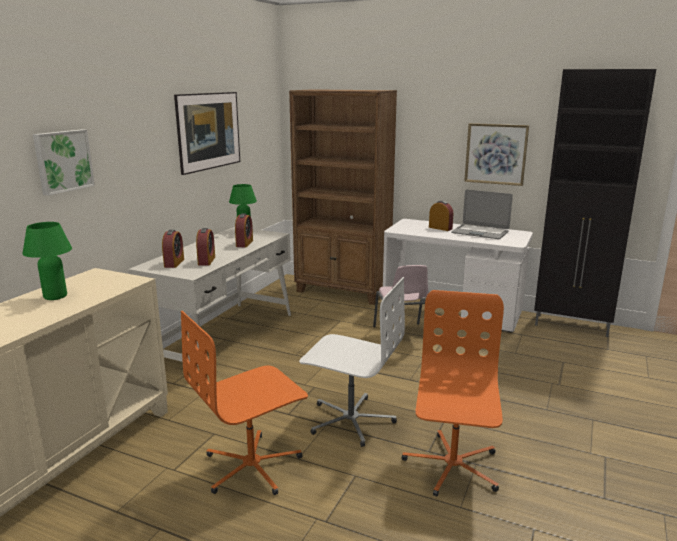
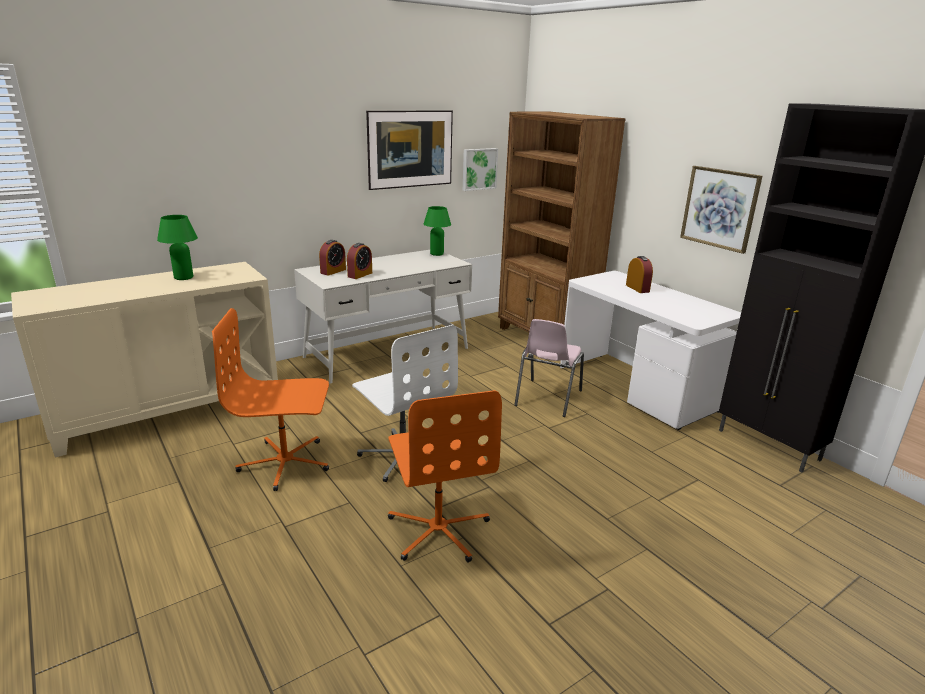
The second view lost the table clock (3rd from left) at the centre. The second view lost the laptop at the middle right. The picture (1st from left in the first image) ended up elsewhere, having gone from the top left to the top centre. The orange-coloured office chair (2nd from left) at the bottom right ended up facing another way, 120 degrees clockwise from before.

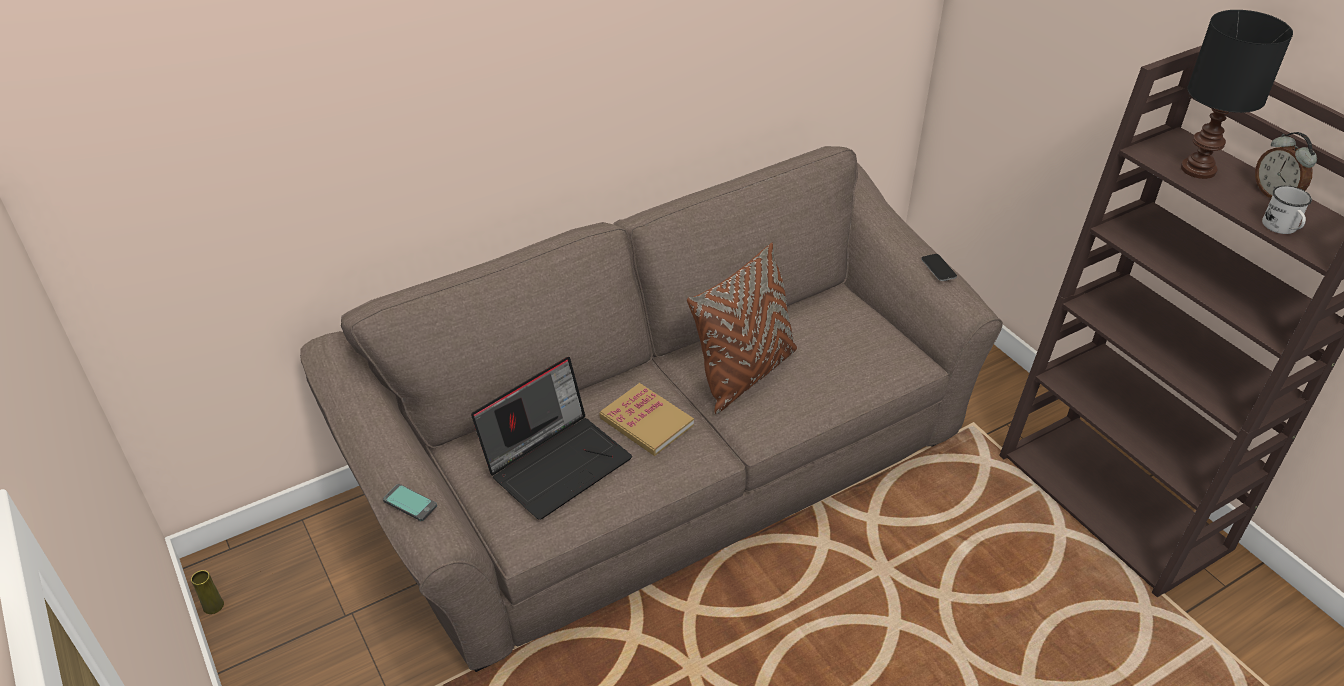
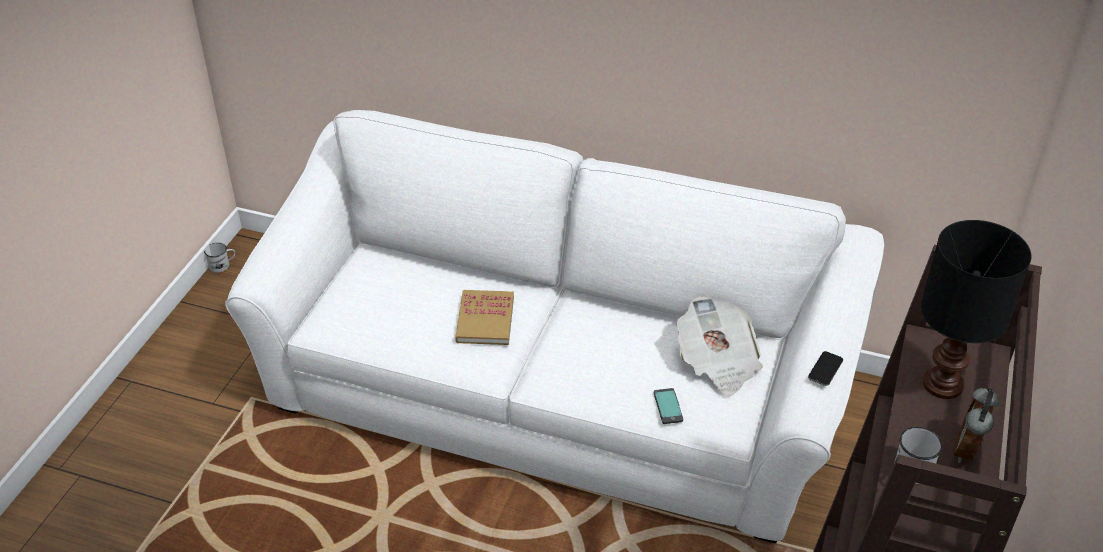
The second view lost the laptop at the centre. The second view lost the brown-coloured throw pillow at the centre. The second view gained the newspaper at the centre. The phone (1st from left) ended up elsewhere, having gone from the bottom left to the bottom centre. Where the yellow vase stood at the bottom left, the whitish coffee mug (1st from left) came to stand at the middle left. What was the brown-coloured sofa at the centre turned into the whitish sofa at the centre.

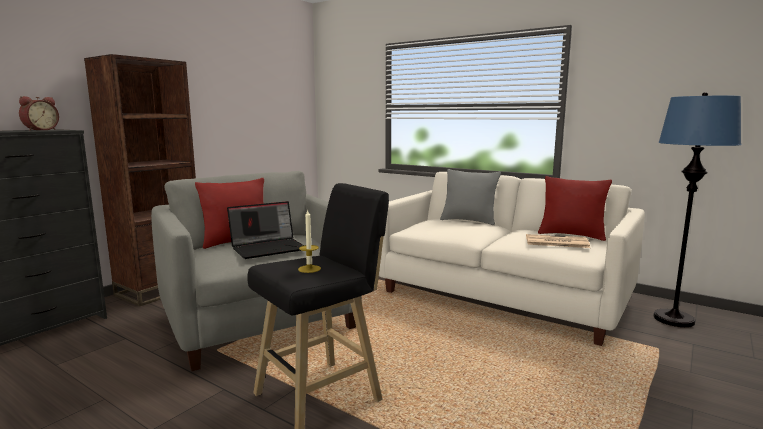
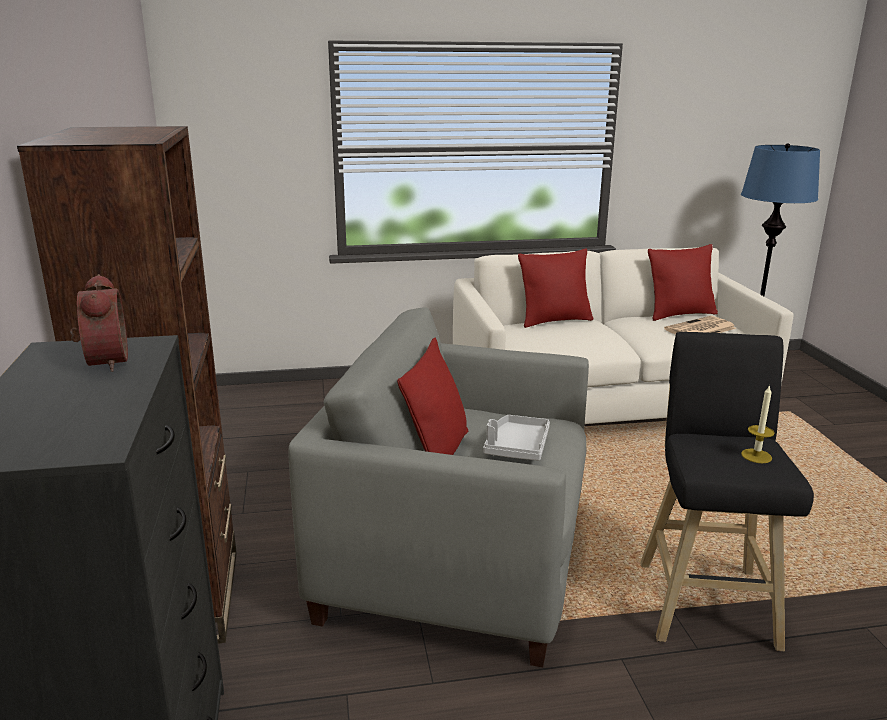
Where the laptop stood at the centre, the greyish tray came to stand at the centre. What was the greyish throw pillow at the centre turned into the reddish throw pillow (2nd from left) at the centre.

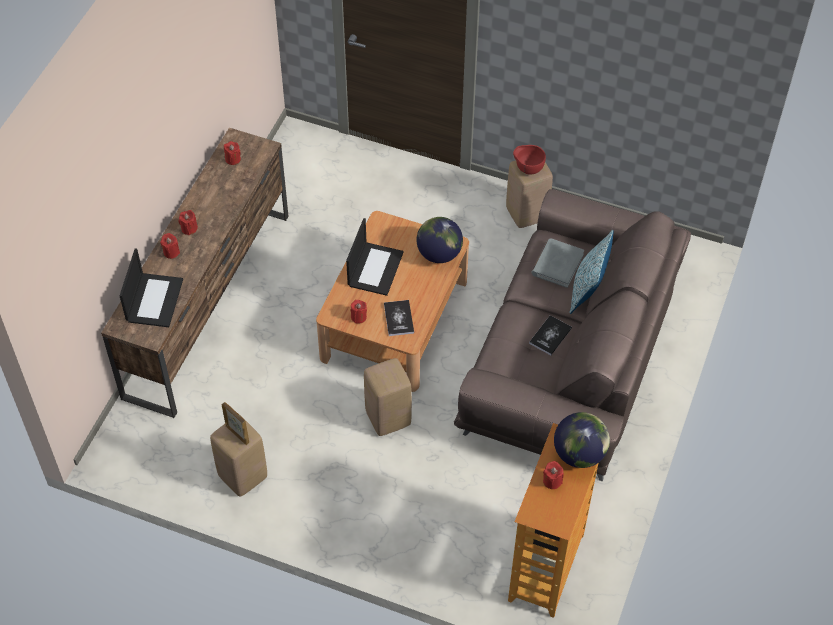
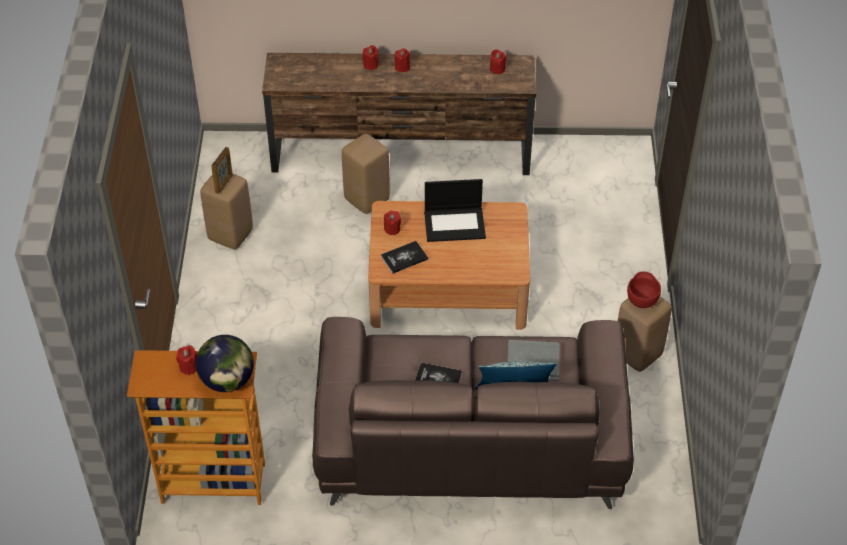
The second view lost the laptop (1st from left) at the middle left. The second view lost the globe (1st from left) at the centre. The sand-coloured sitting stool (2nd from left) ended up elsewhere, having gone from the centre to the top centre.

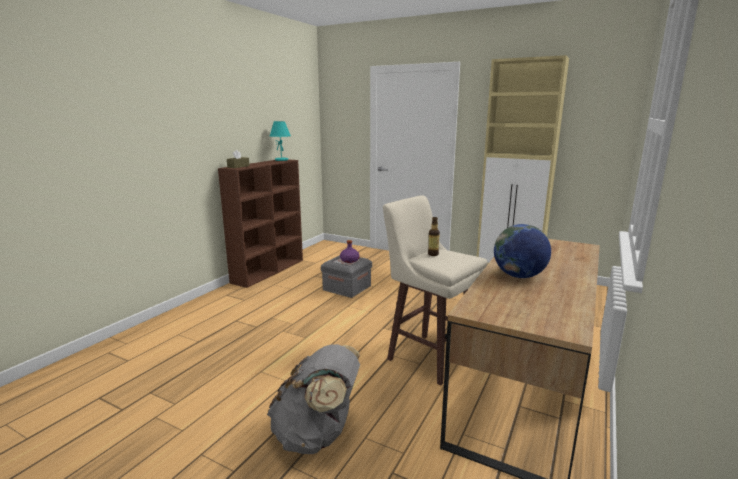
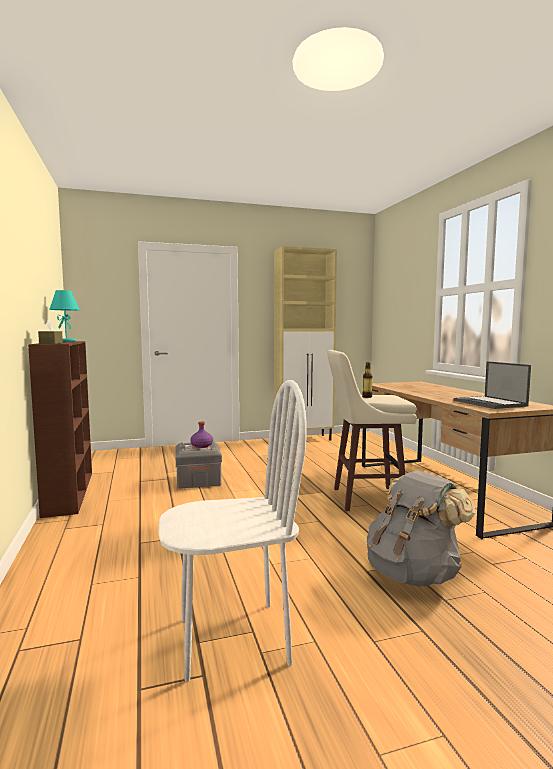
The second view lost the globe at the middle right. The second view gained the whitish upright chair at the bottom centre. The second view gained the laptop at the middle right.

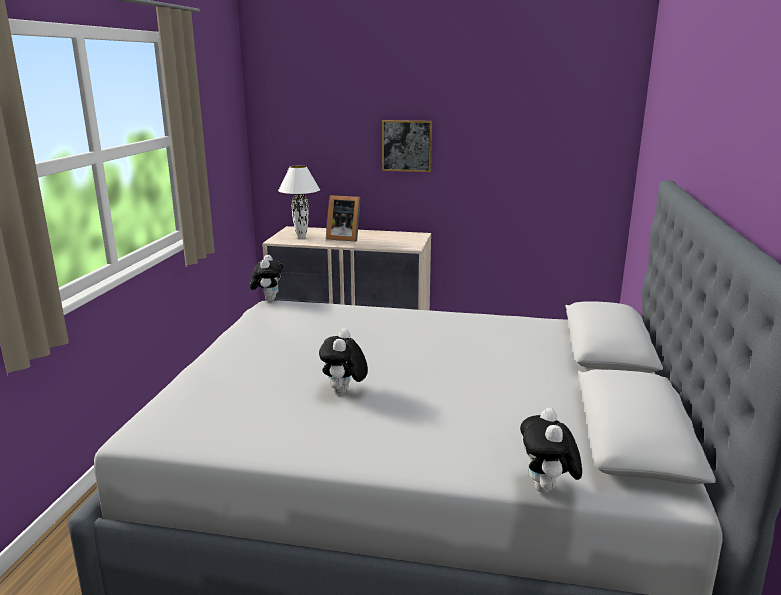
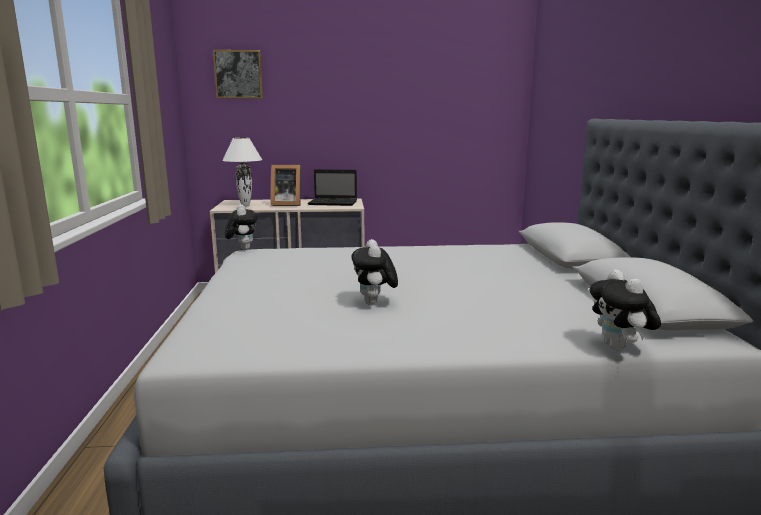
The second view gained the laptop at the centre. The picture ended up elsewhere, having gone from the top centre to the top left.

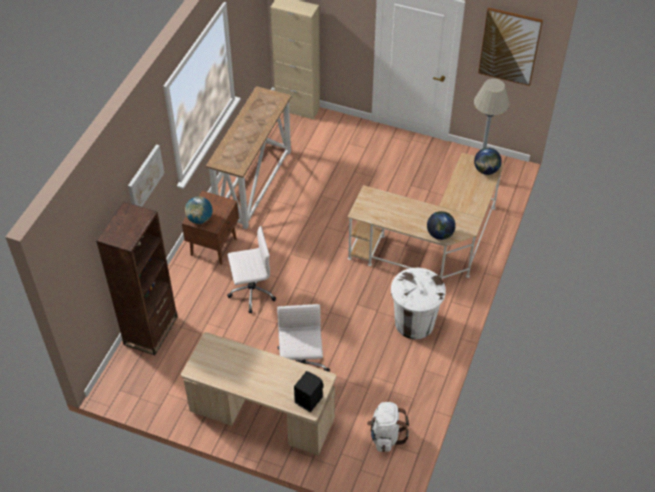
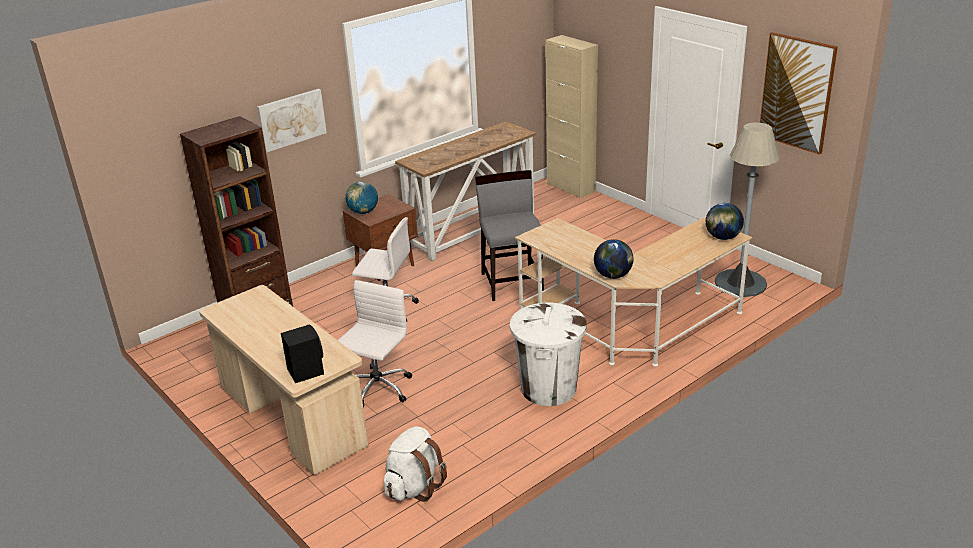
The second view gained the greyish upright chair at the centre.

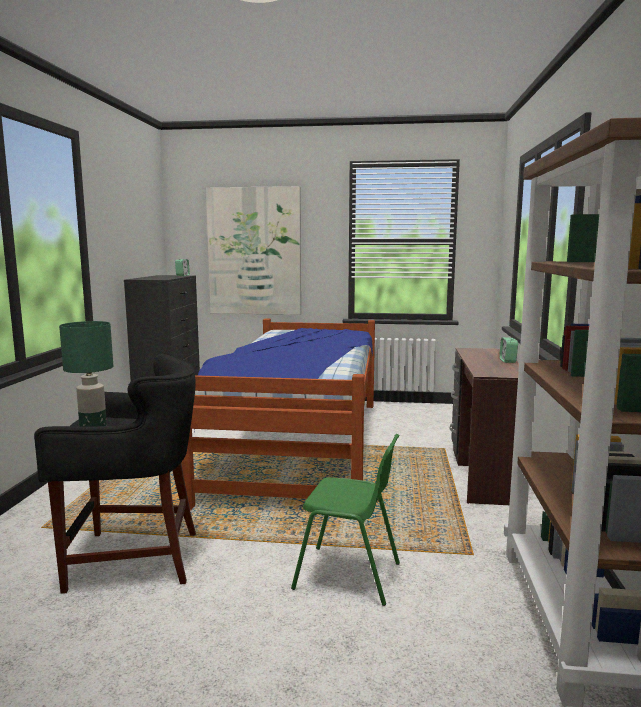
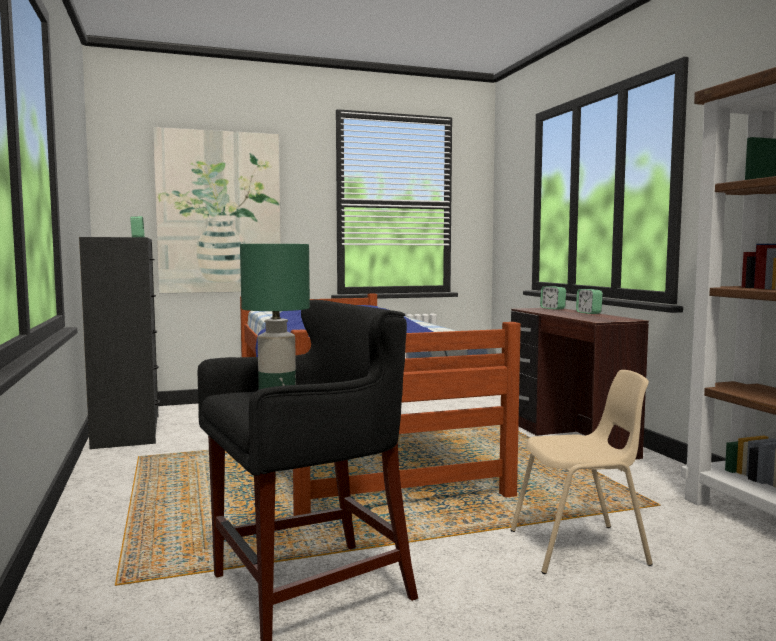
The second view gained the table clock (2nd from left) at the middle right. What was the green-coloured upright chair at the bottom centre turned into the sand-coloured upright chair at the bottom right.

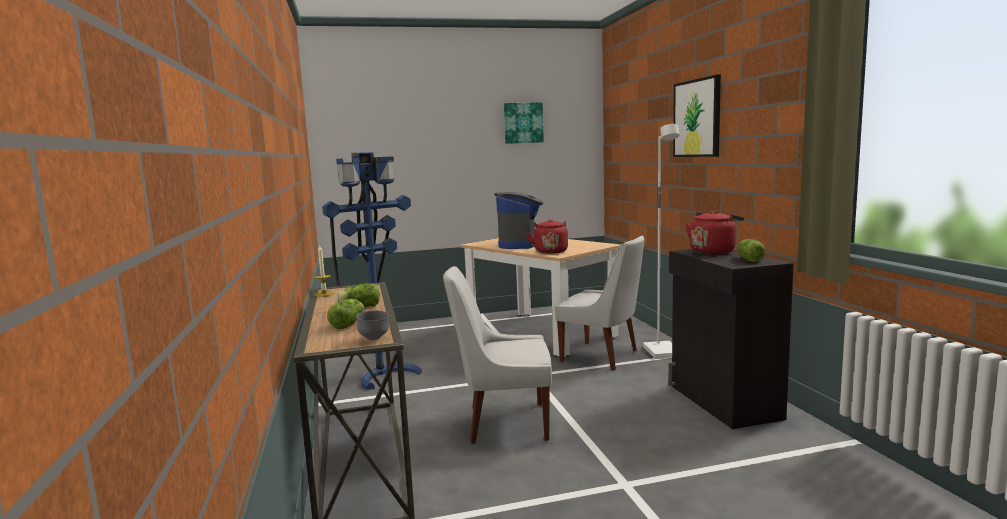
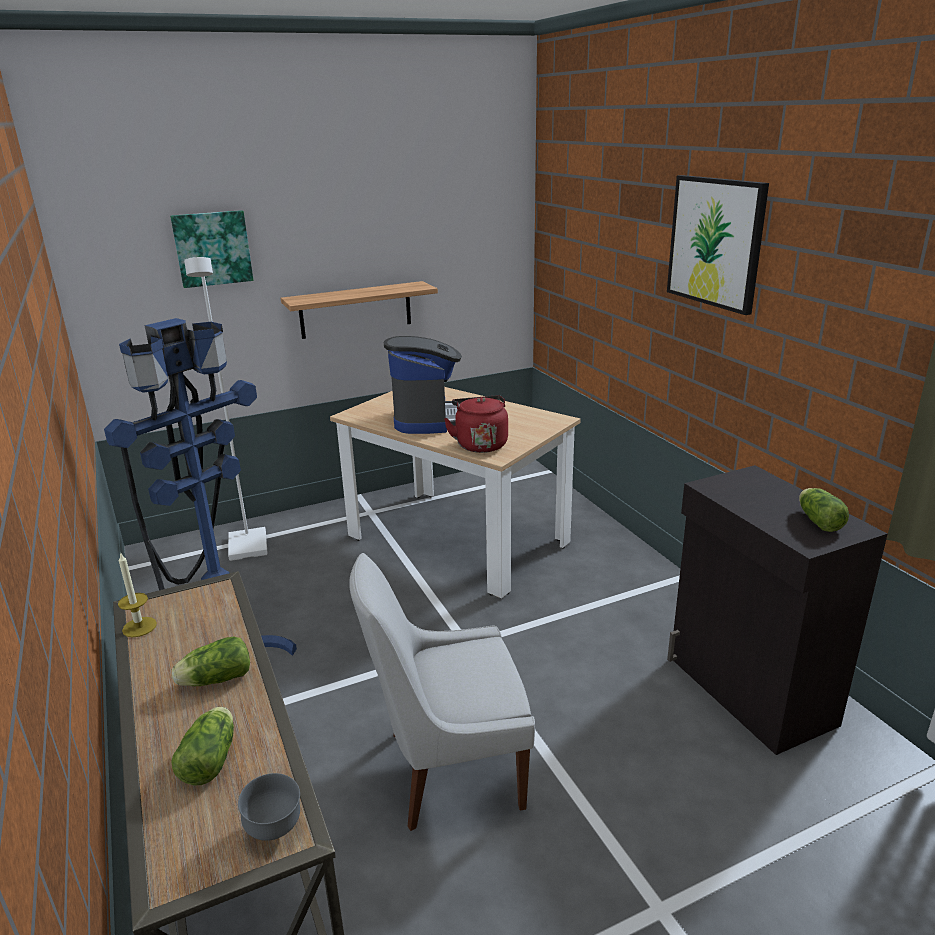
The second view lost the whitish upright chair (2nd from left) at the centre. The second view lost the reddish water kettle (2nd from left) at the middle right. The second view gained the bracket shelf at the top centre. The picture (1st from left) ended up elsewhere, having gone from the top centre to the top left. The whitish standing lamp ended up elsewhere, having gone from the centre to the middle left.

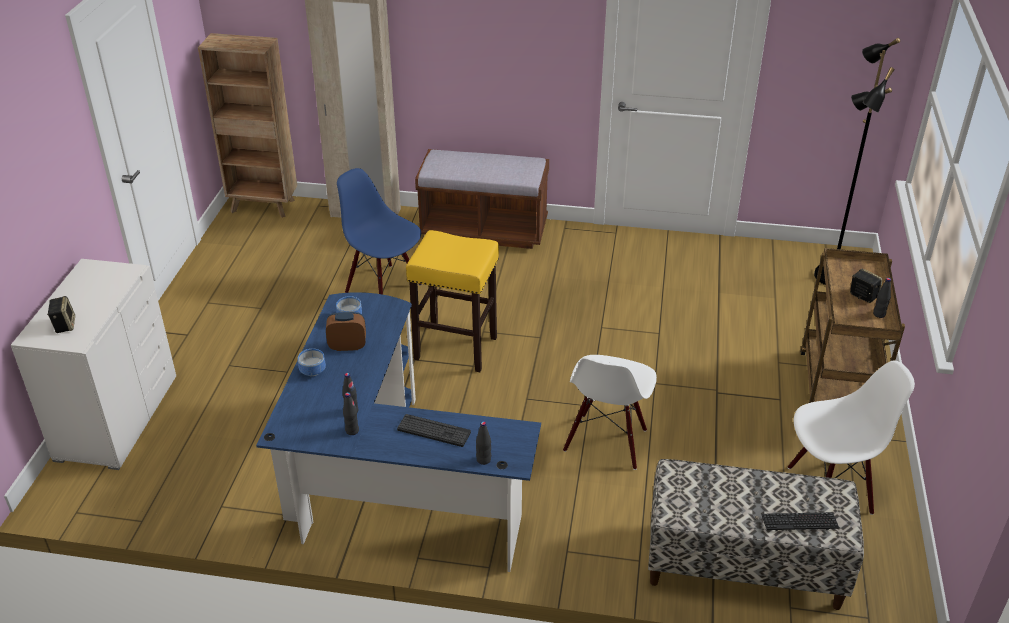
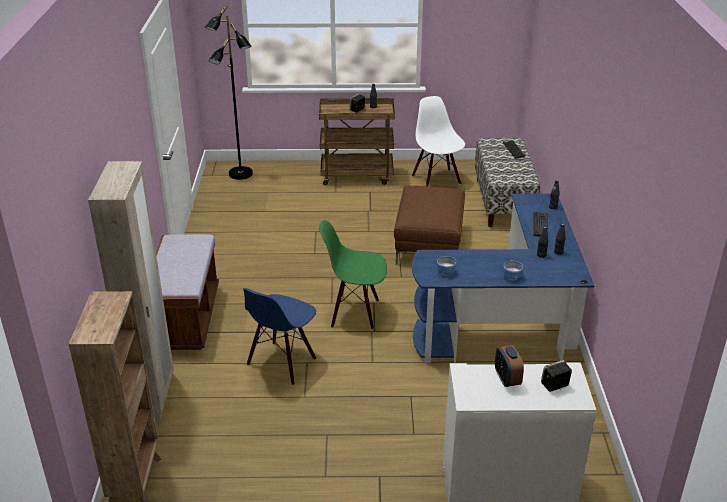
The table clock ended up elsewhere, having gone from the centre to the bottom right. Where the yellow sitting stool stood at the centre, the green-coloured upright chair came to stand at the centre. Where the whitish upright chair (1st from left) stood at the centre, the brown-coloured pouffe came to stand at the centre.

